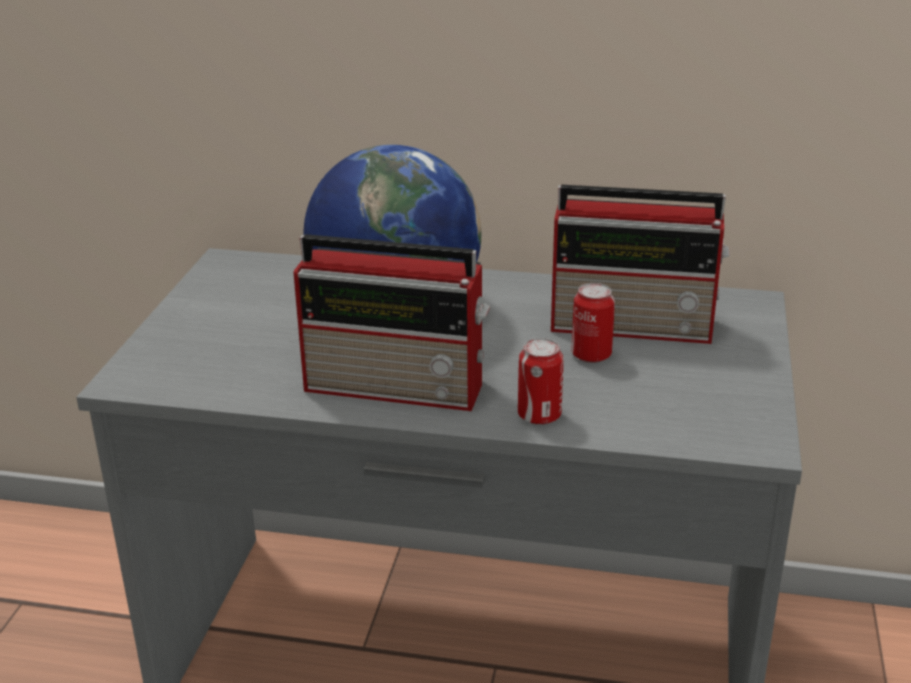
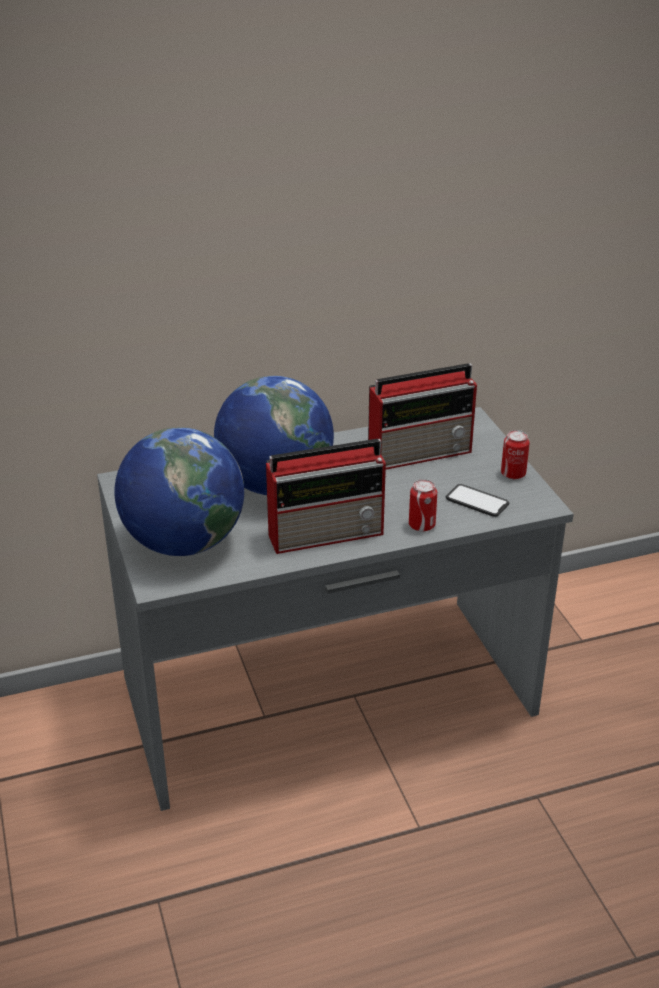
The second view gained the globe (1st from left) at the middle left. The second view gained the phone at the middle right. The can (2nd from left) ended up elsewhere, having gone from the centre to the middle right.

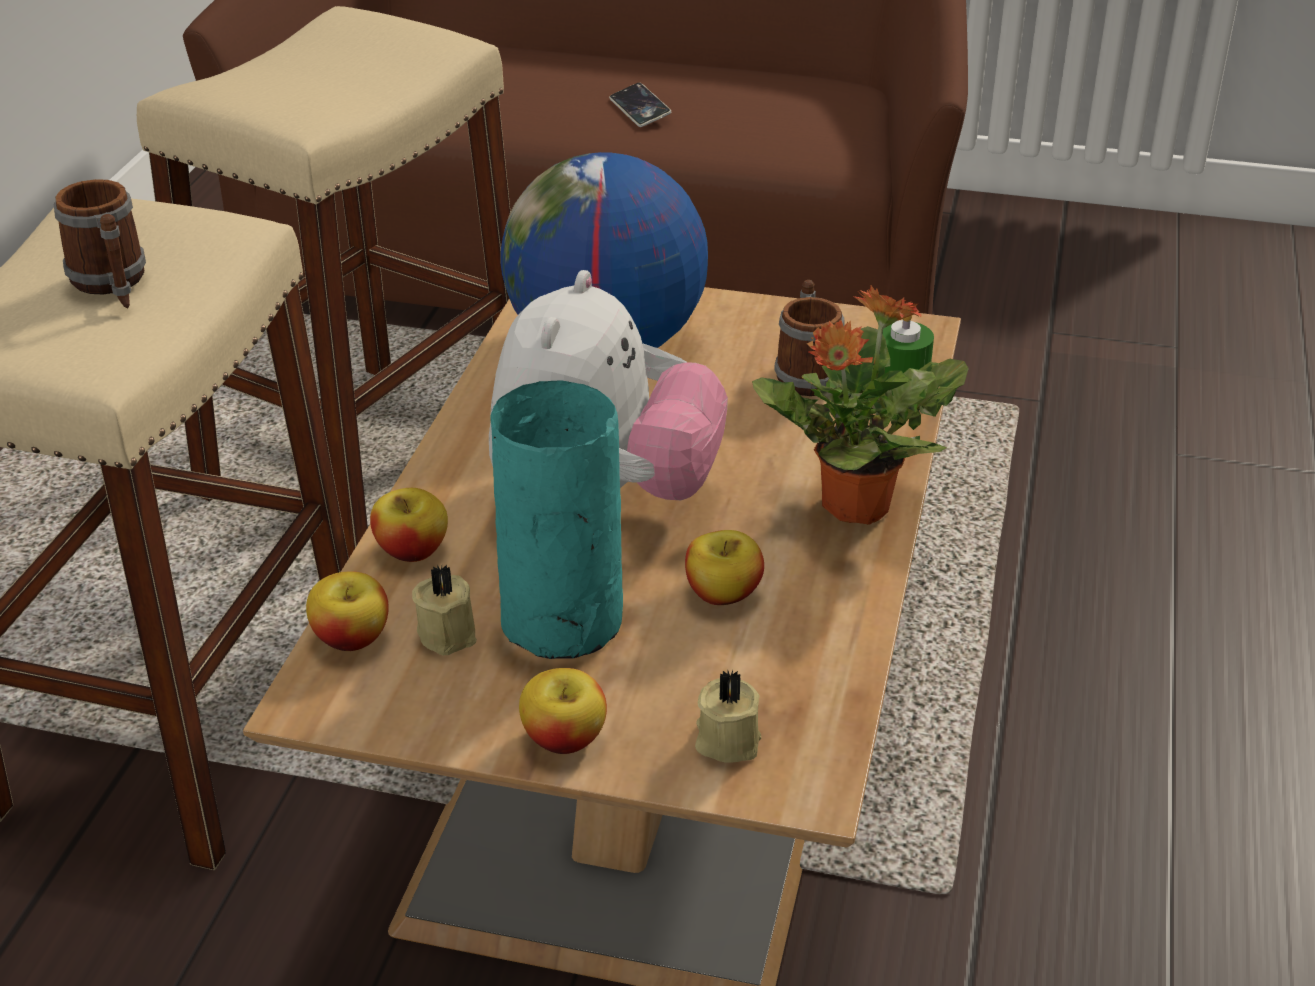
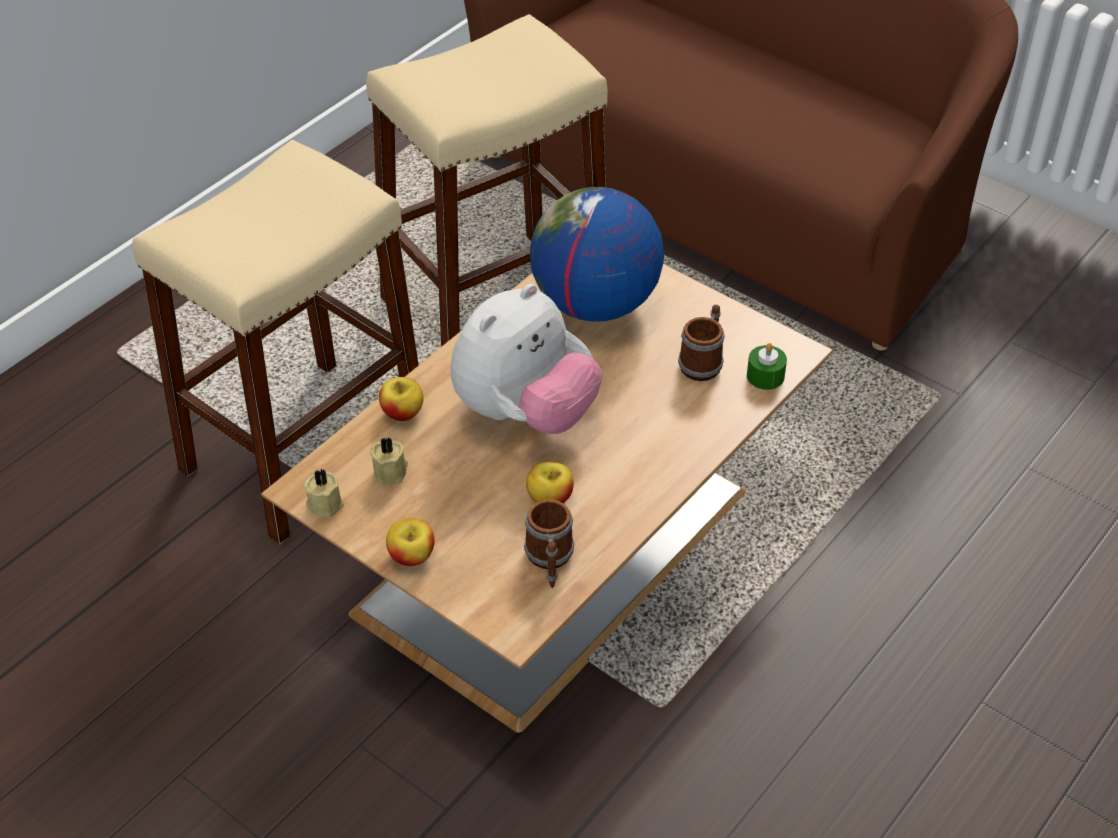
The second view lost the apple (1st from left) at the middle left. The second view lost the turquoise-coloured vase at the centre. The second view lost the phone at the top centre. The second view lost the houseplant at the centre. The coffee mug (1st from left) ended up elsewhere, having gone from the top left to the centre. The sand-coloured wax light (2nd from left in the first image) ended up elsewhere, having gone from the bottom centre to the middle left.

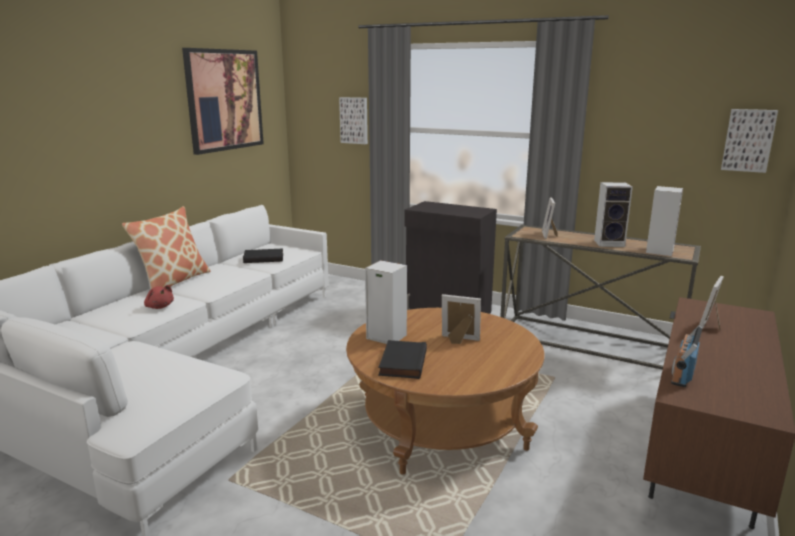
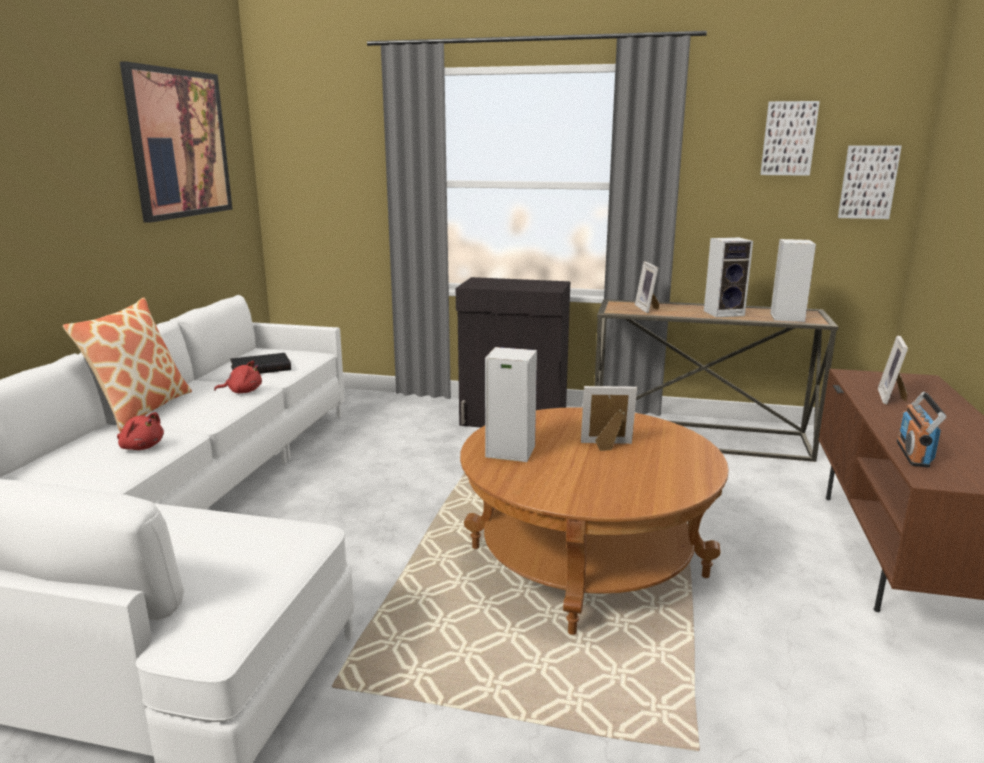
The second view lost the black book (2nd from left) at the bottom centre. The second view gained the reddish cuddly toy (2nd from left) at the middle left. The picture (2nd from left) ended up elsewhere, having gone from the top centre to the top right.

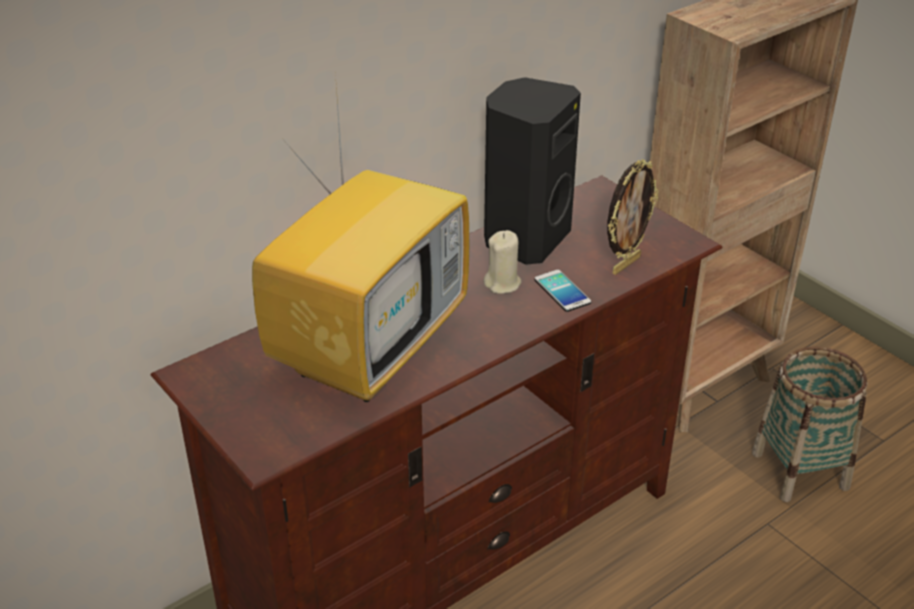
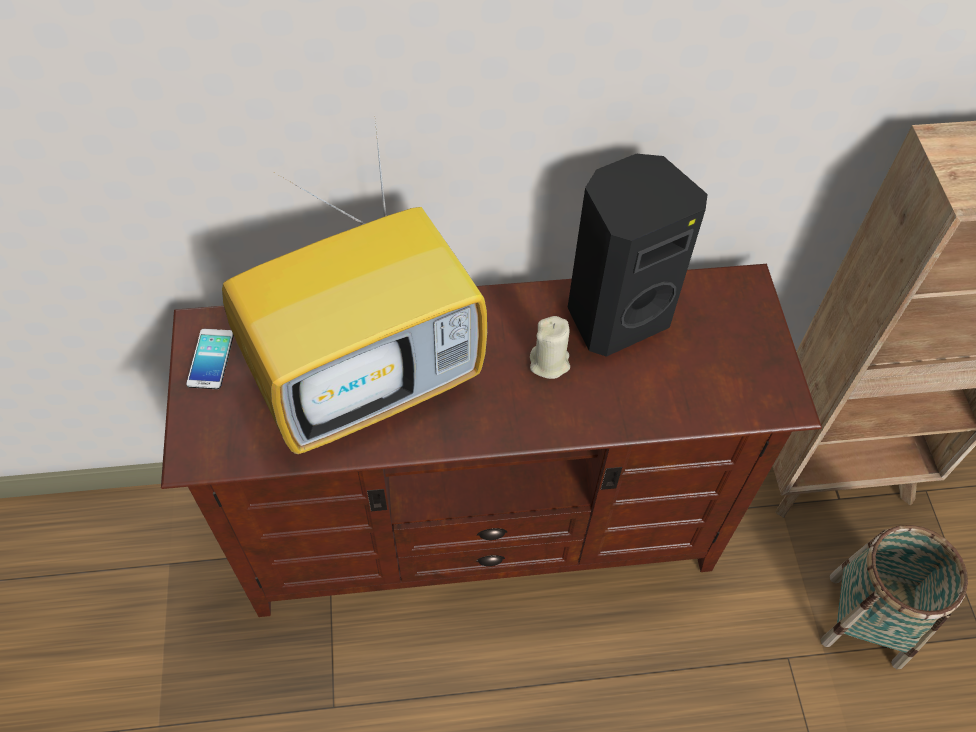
The second view lost the photo frame at the middle right. The phone ended up elsewhere, having gone from the centre to the middle left.

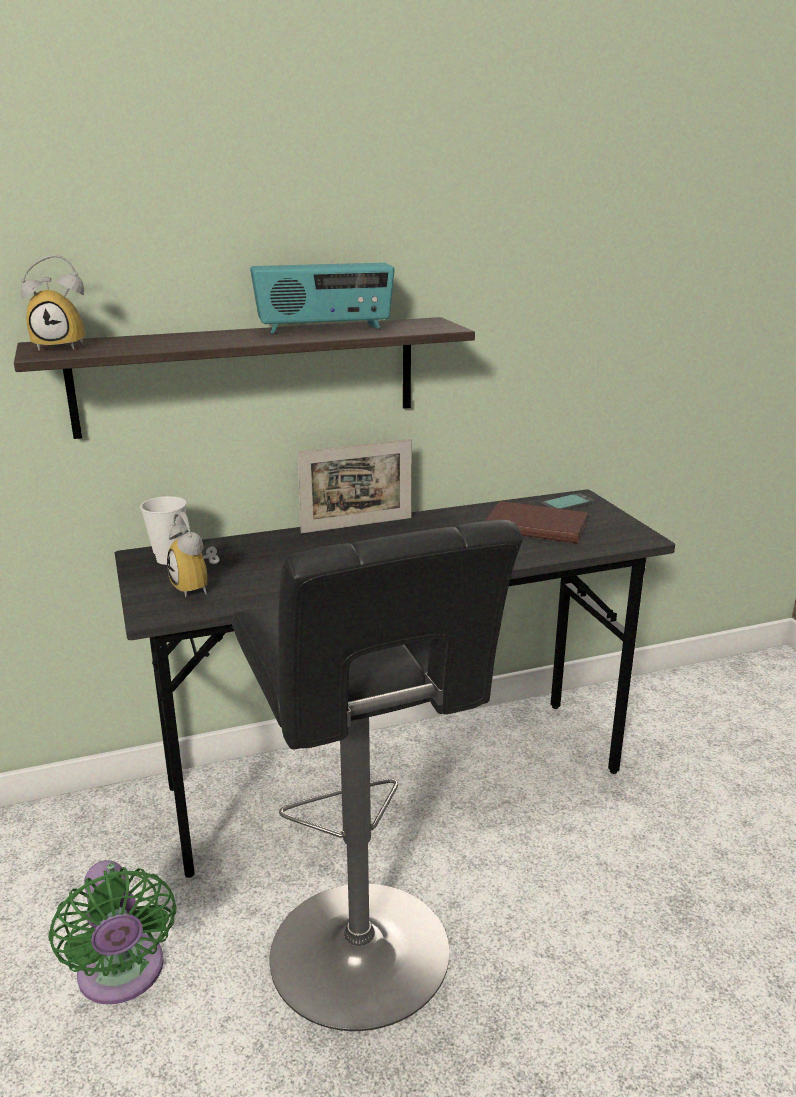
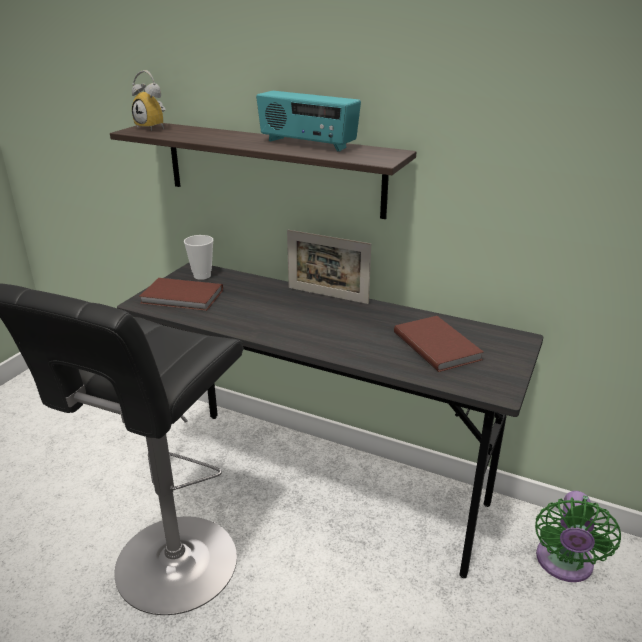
The second view lost the phone at the middle right. The green-coloured cooling fan ended up elsewhere, having gone from the bottom left to the bottom right. Where the table clock (2nd from left) stood at the middle left, the brown-coloured book (1st from left) came to stand at the middle left.

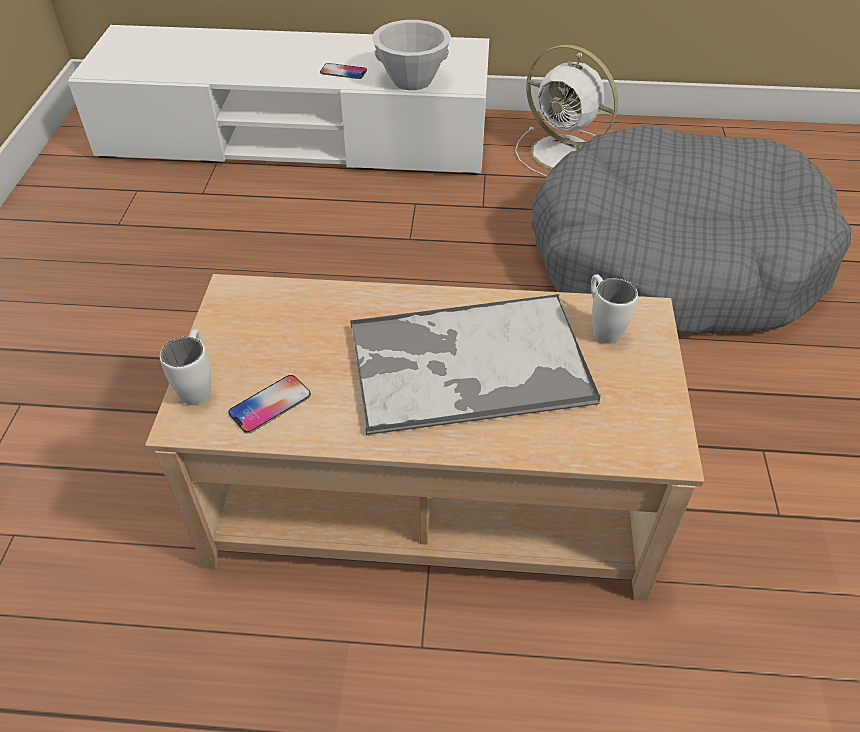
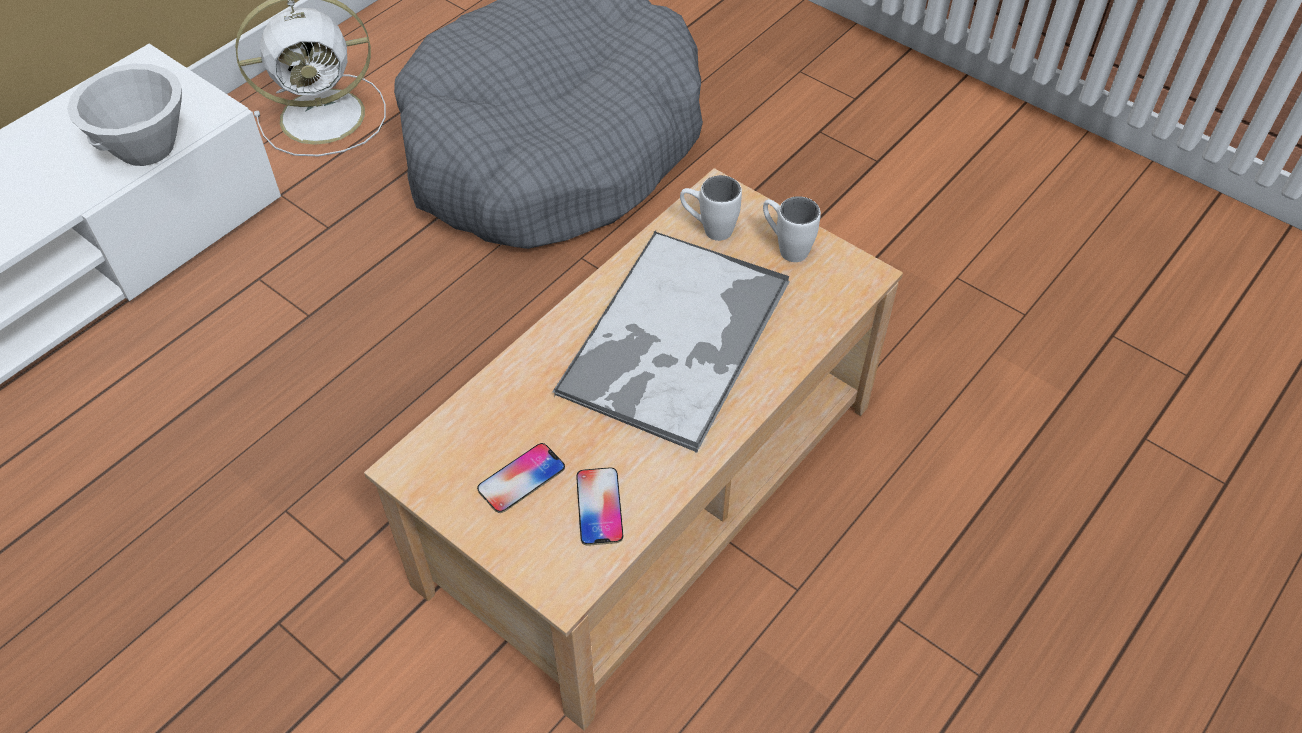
The whitish coffee mug (1st from left in the first image) ended up elsewhere, having gone from the middle left to the top centre. The phone (2nd from left in the first image) ended up elsewhere, having gone from the top centre to the centre.

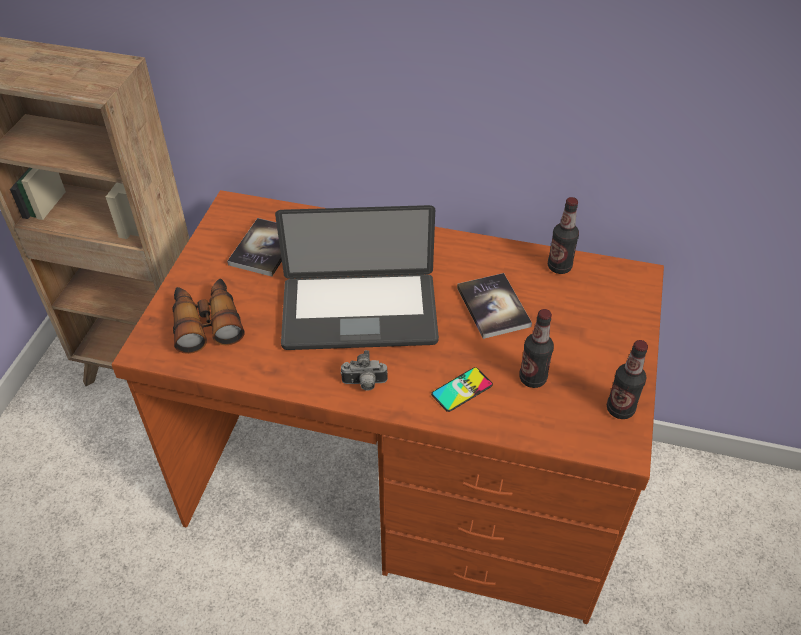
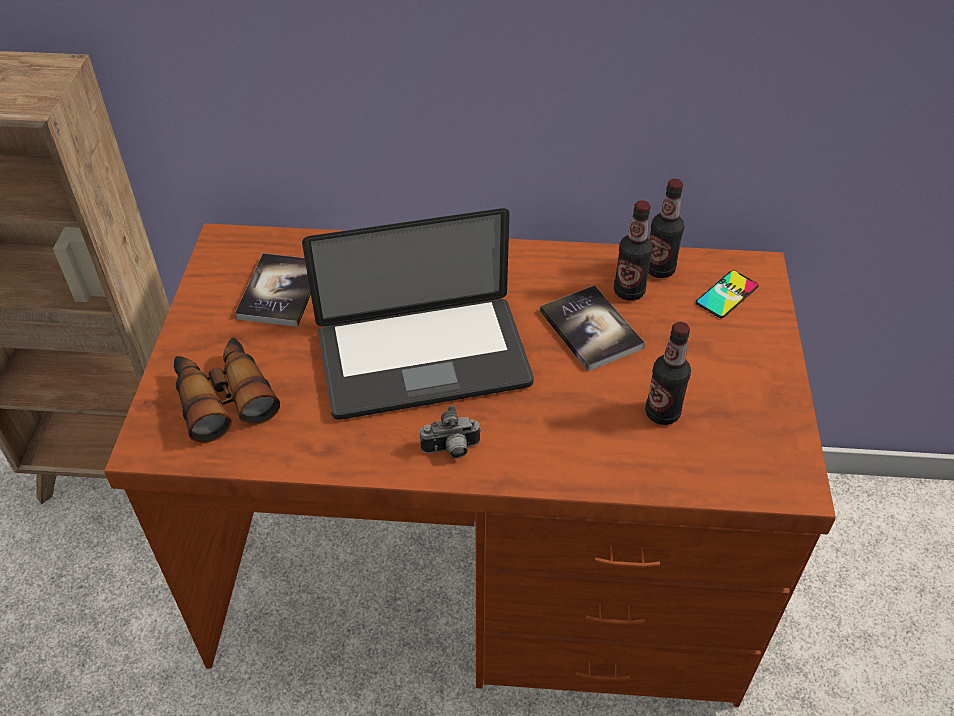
The phone ended up elsewhere, having gone from the centre to the middle right. The drink bottle (3rd from left in the first image) ended up elsewhere, having gone from the middle right to the centre.

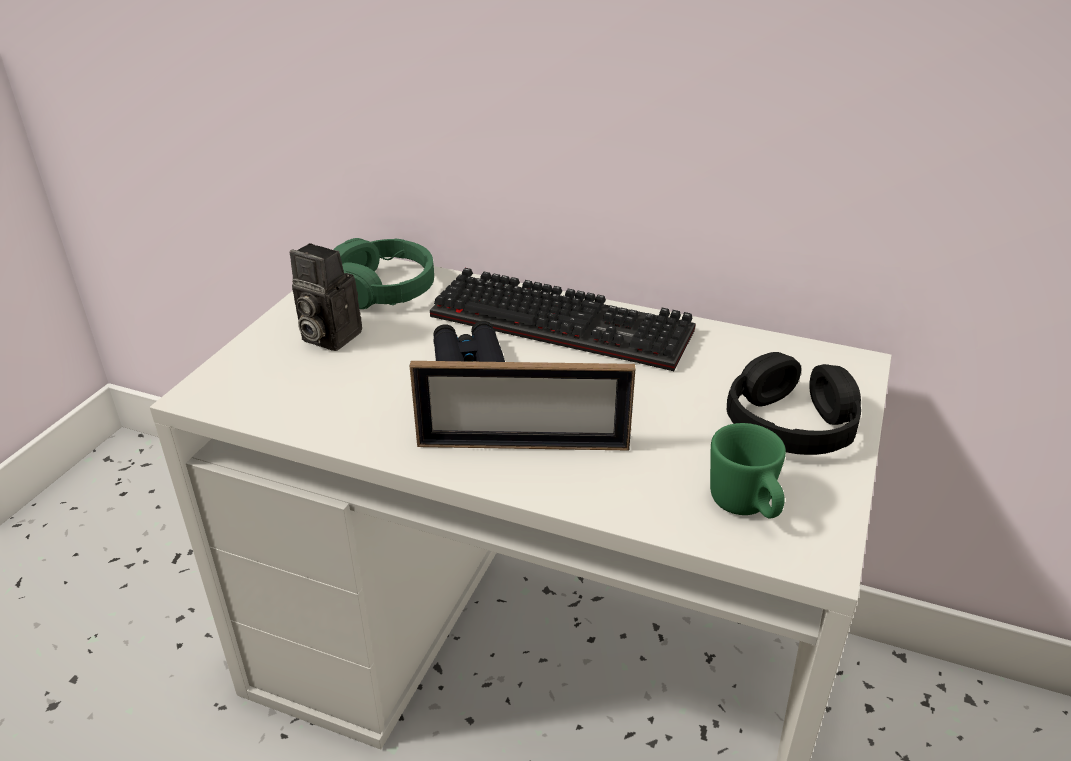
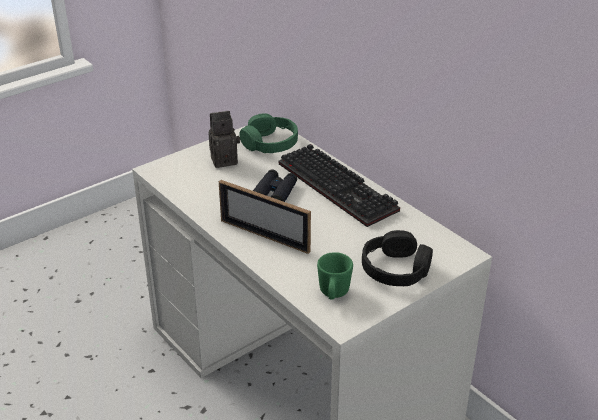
The still camera at the middle left ended up facing another way, 105 degrees clockwise from before.

